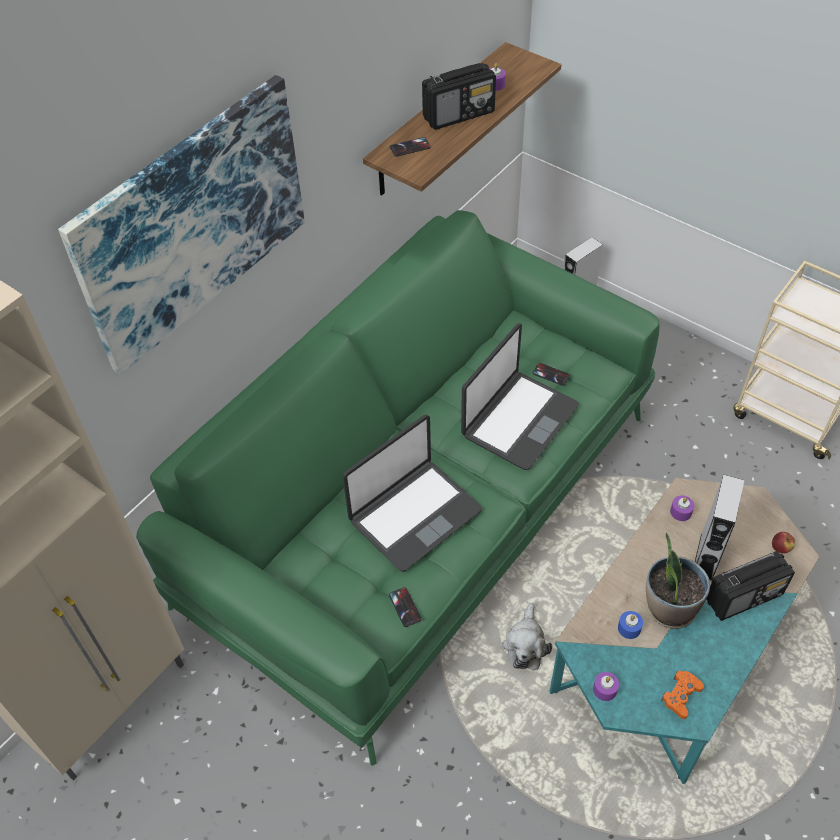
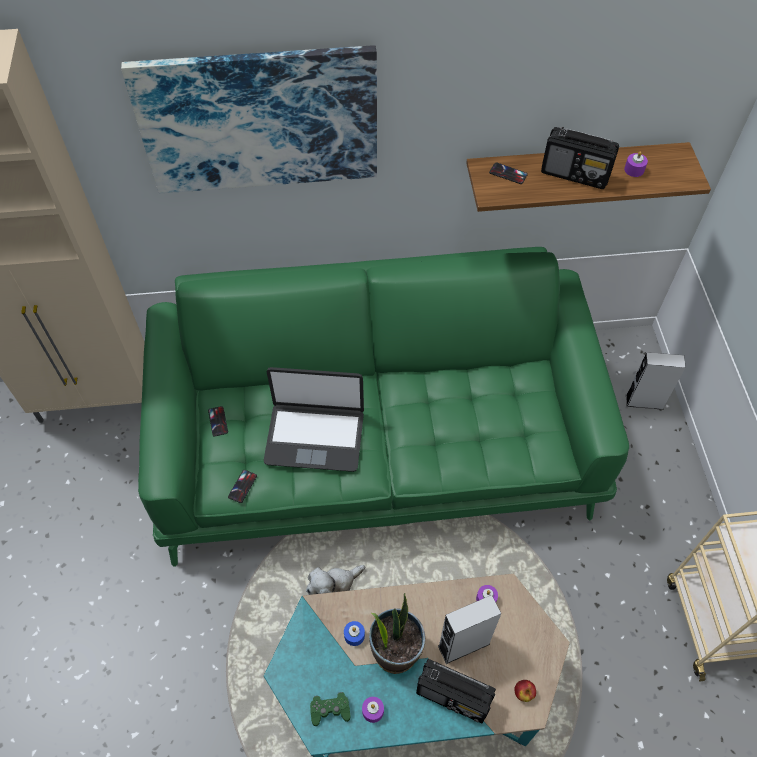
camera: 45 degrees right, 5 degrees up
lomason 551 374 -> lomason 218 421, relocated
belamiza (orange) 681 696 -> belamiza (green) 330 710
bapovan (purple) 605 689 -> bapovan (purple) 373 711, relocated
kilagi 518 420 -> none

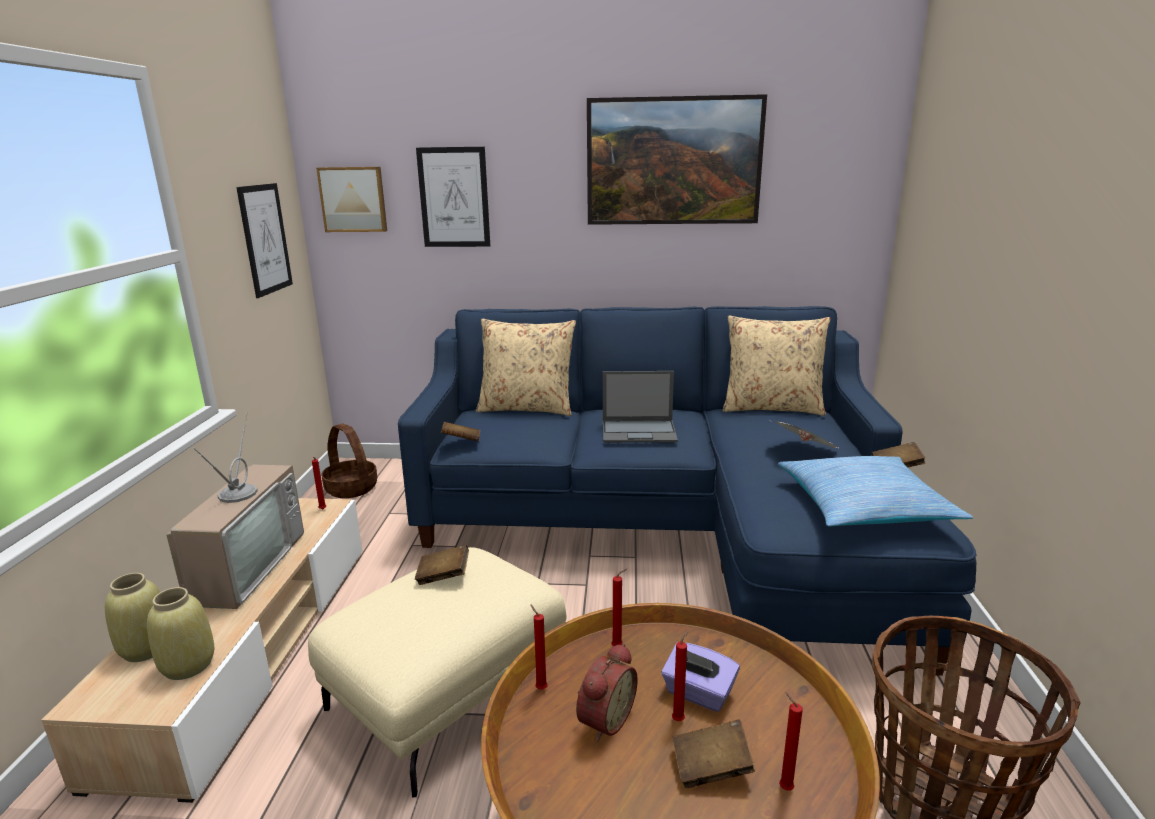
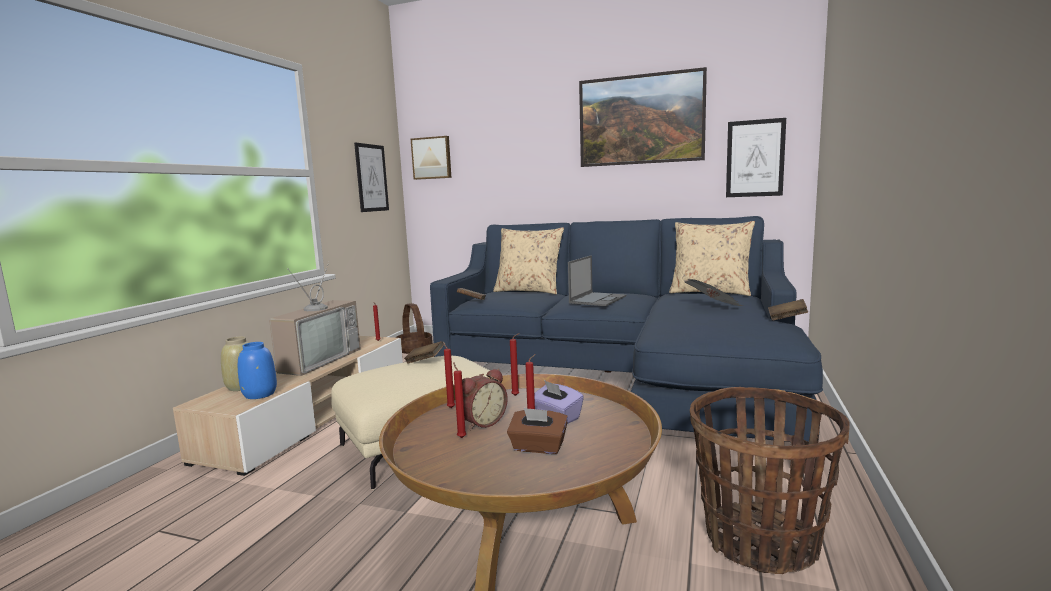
camera: 15 degrees right, 10 degrees down
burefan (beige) 189 665 -> burefan (blue) 260 394
bapovan (red) 783 787 -> bapovan (red) 461 437, relocated
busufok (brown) 711 768 -> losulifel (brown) 538 447
kilagi 639 431 -> kilagi 598 299, 75 degrees counterclockwise
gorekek 454 197 -> gorekek 755 158, relocated
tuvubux 864 506 -> none

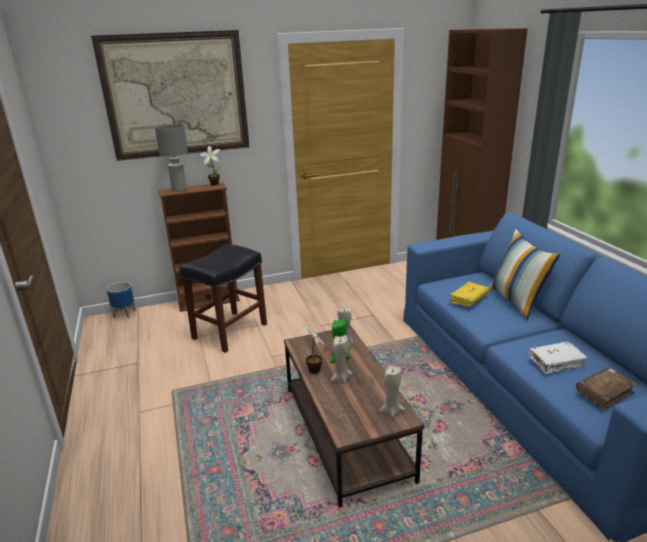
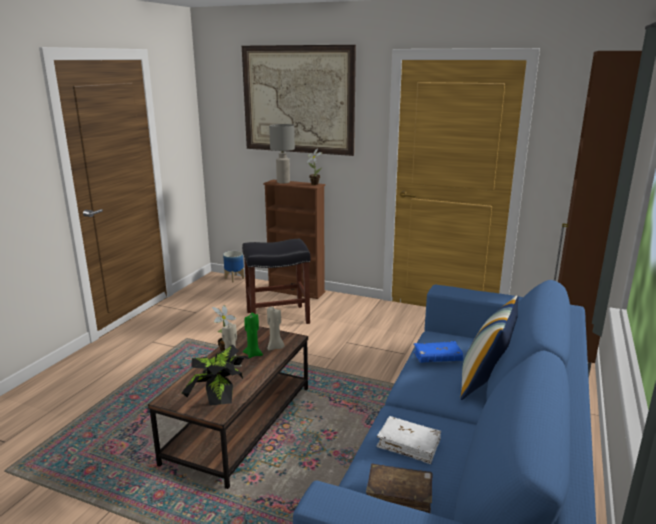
camera: 40 degrees right, 5 degrees down
bapovan (beige) 391 411 -> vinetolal 220 404
busufok (yellow) 468 299 -> busufok (blue) 437 358

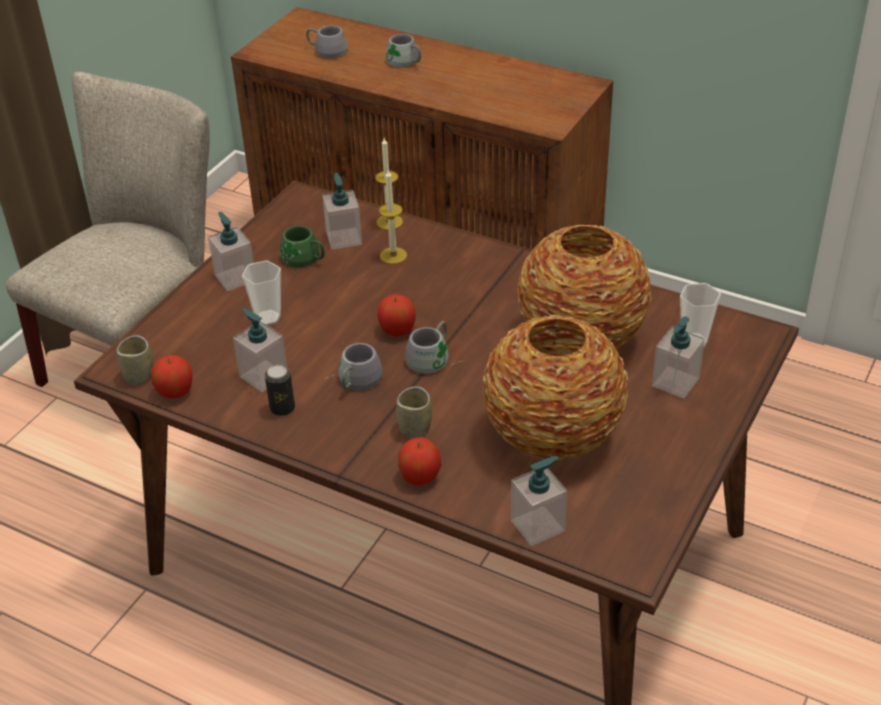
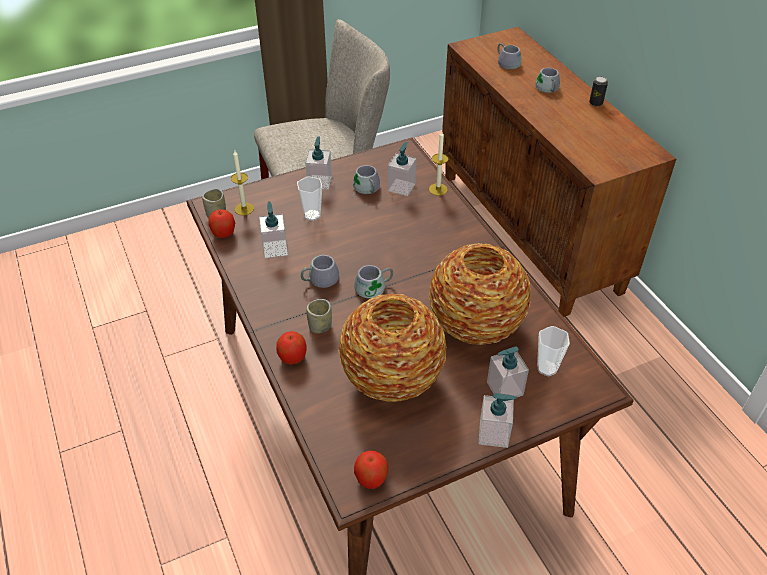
camera: 35 degrees right, 5 degrees up
bapovan 393 255 -> bapovan 244 209, relocated
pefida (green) 302 260 -> pefida (grey) 365 189
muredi 397 330 -> muredi 371 479, relocated
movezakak 538 525 -> movezakak 494 434, relocated
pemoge 282 408 -> pemoge 596 103, relocated

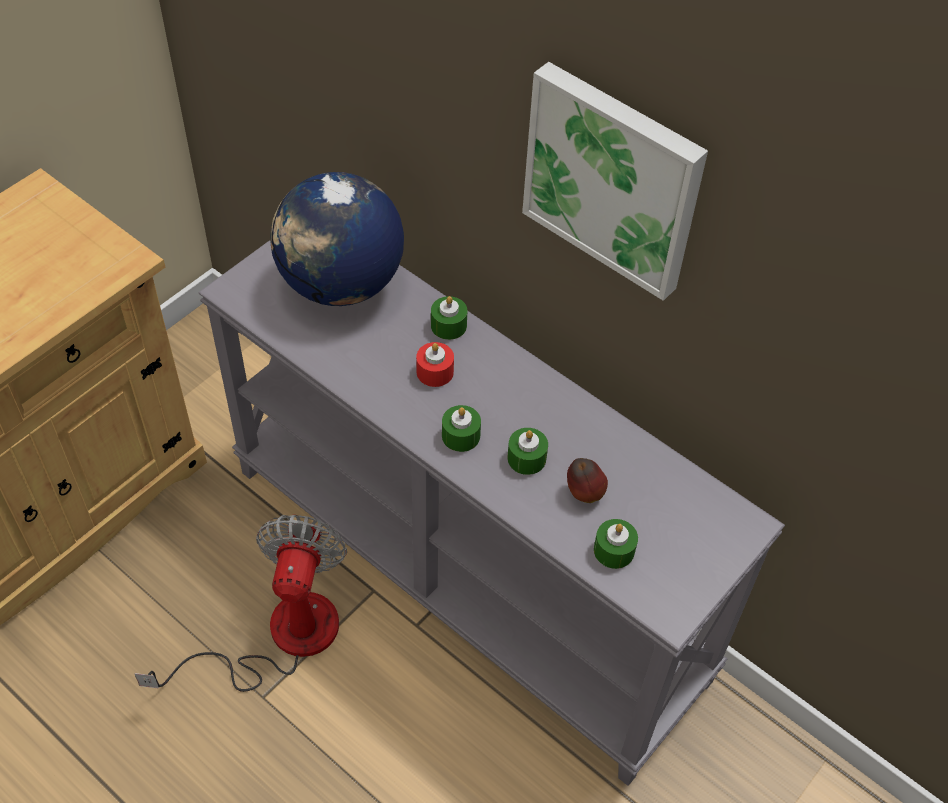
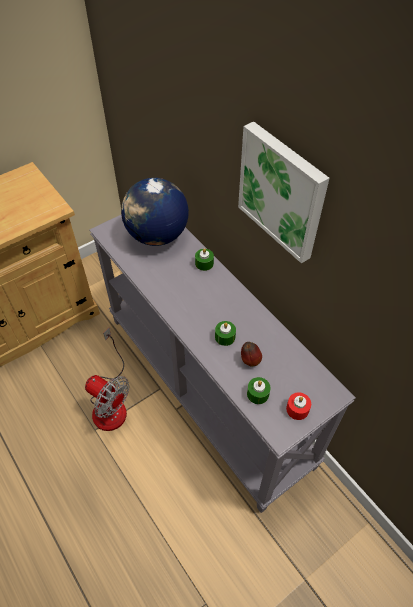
camera: 15 degrees right, 0 degrees up
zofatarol 280 637 -> zofatarol 110 402, 105 degrees clockwise
bapovan (red) 435 372 -> bapovan (red) 297 409, relocated
bapovan (green) 461 435 -> none

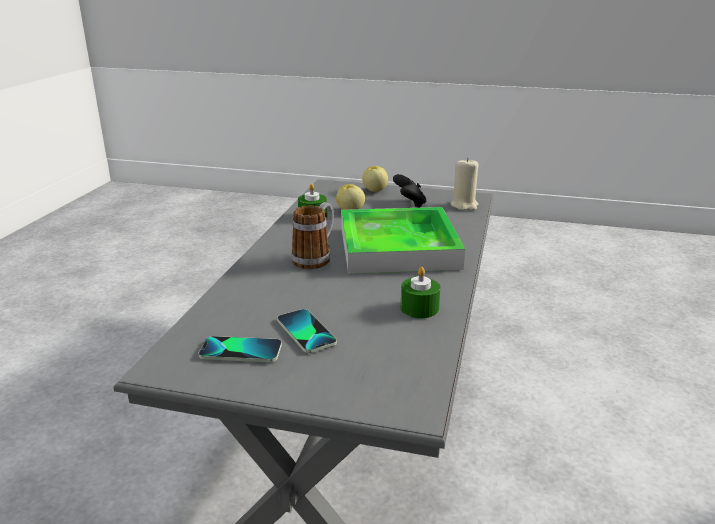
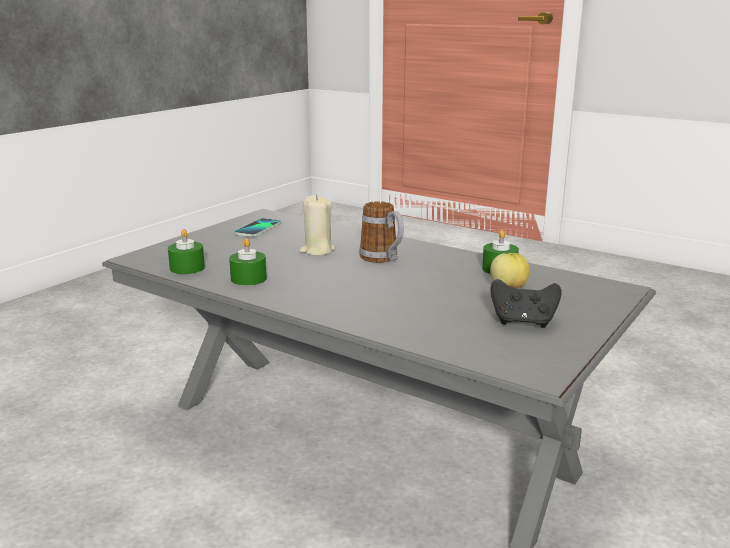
camera: 110 degrees right, 5 degrees down
none -> bapovan (green) 187 268
bapovan (beige) 464 205 -> bapovan (beige) 317 251, relocated
lomason 305 332 -> none
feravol 398 247 -> none
muredi 375 190 -> none

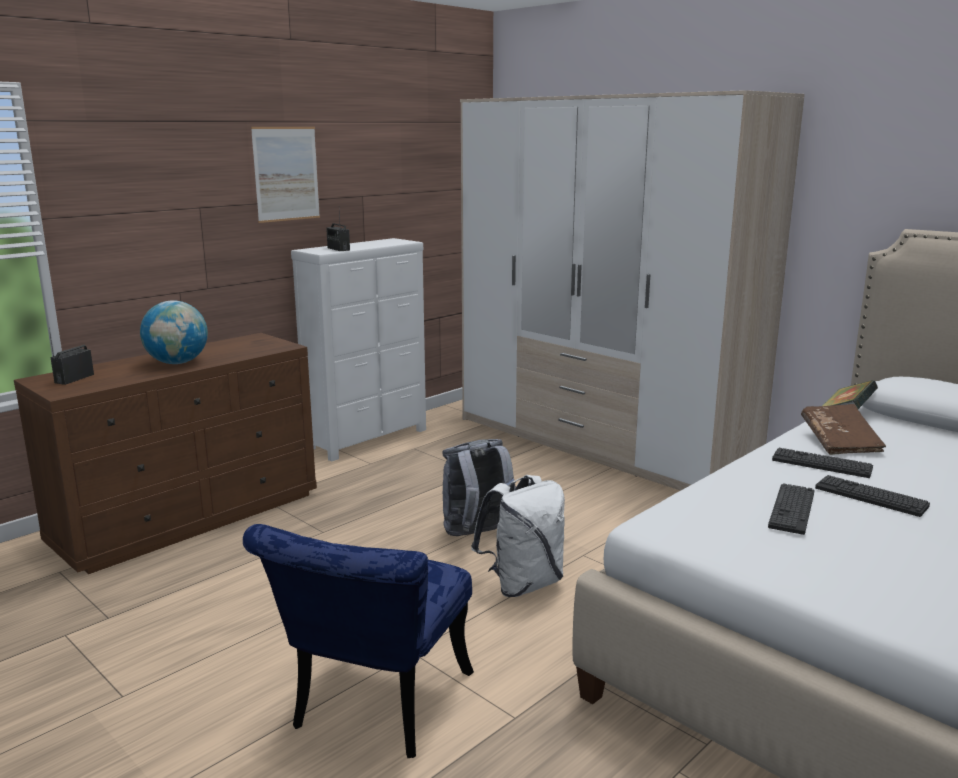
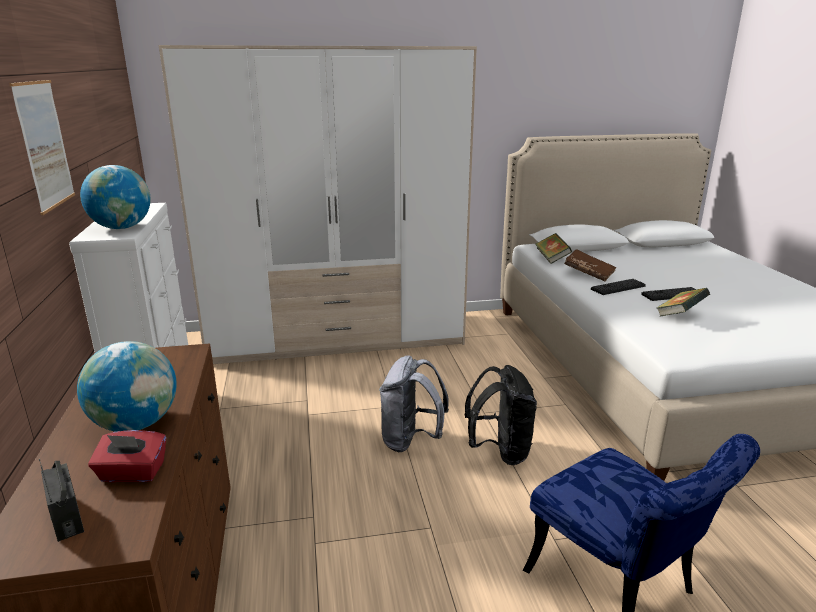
camera: 55 degrees left, 5 degrees up
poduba 338 249 -> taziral 122 228
none -> losulifel (red) 132 473
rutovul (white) 523 584 -> rutovul (black) 500 451
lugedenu 792 509 -> busufok 680 315

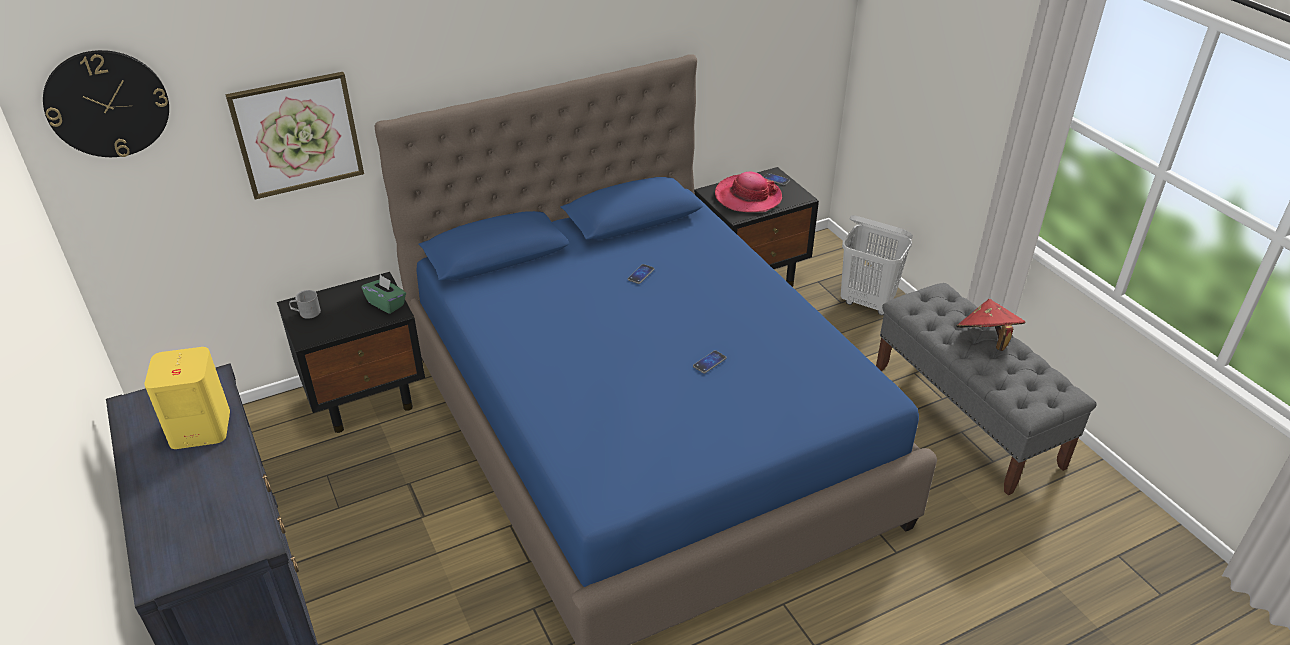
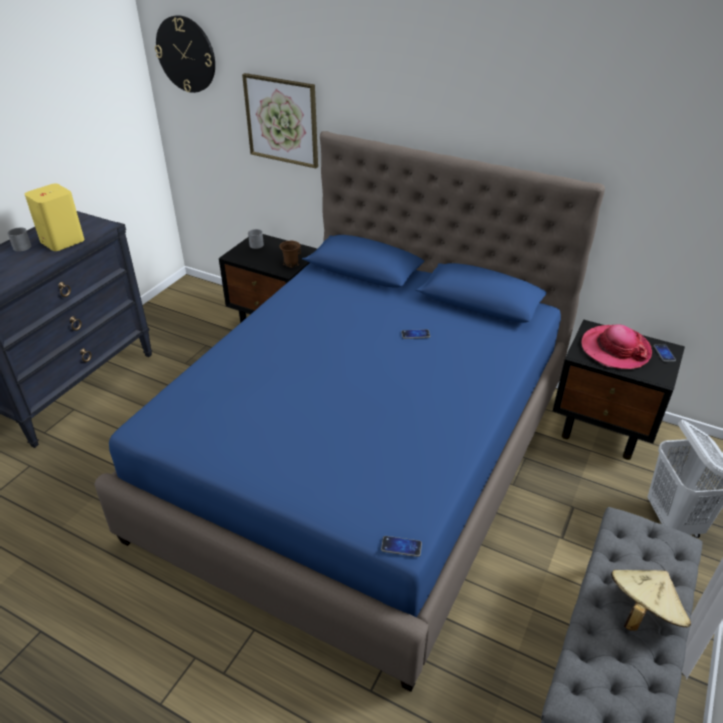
camera: 55 degrees right, 0 degrees up
none -> pefida (grey) 22 246
losulifel (green) 386 304 -> pefida (brown) 291 263
lomason 709 362 -> lomason 401 547, relocated
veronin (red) 986 340 -> veronin (beige) 642 612

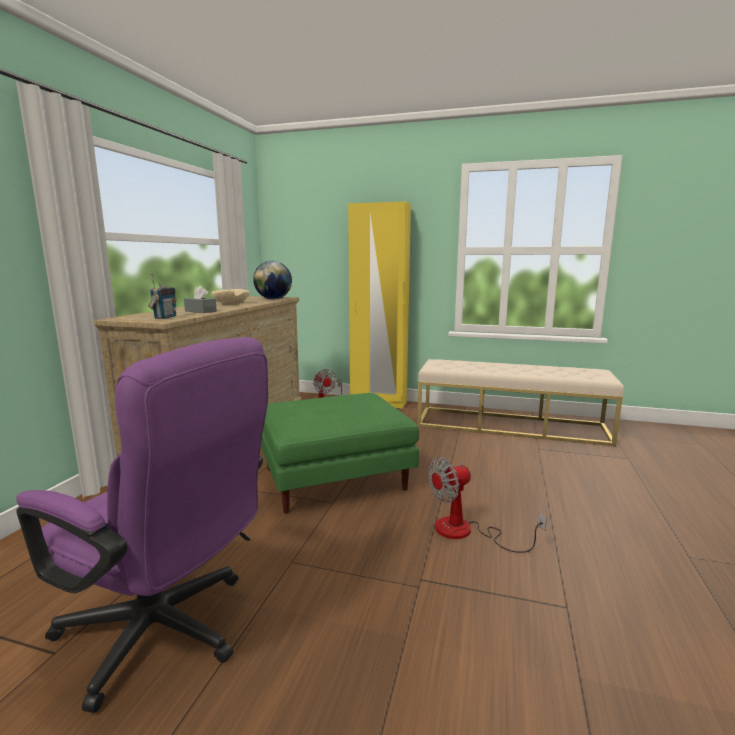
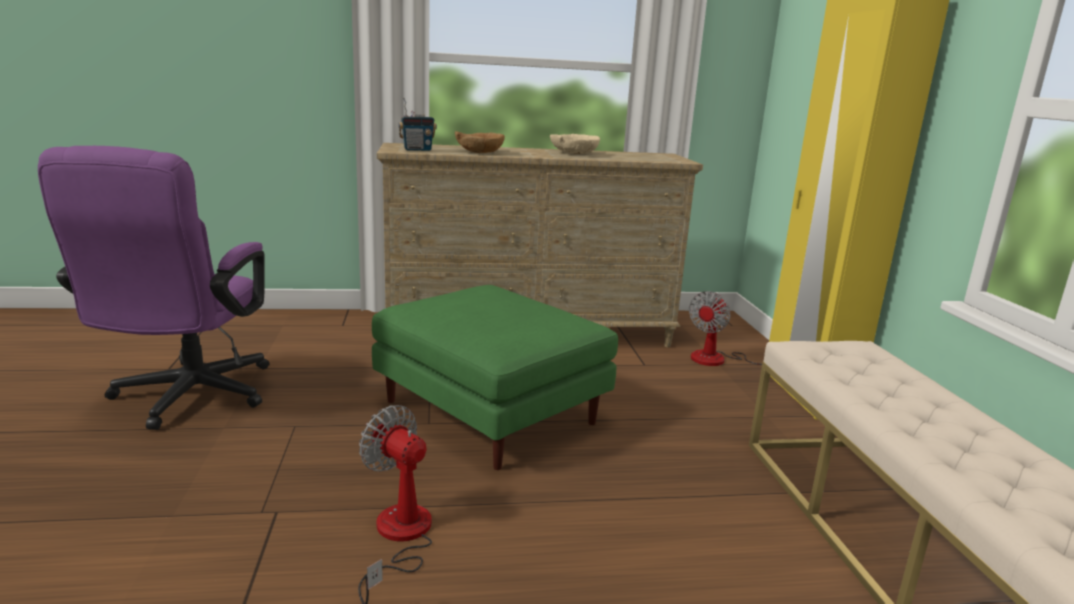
camera: 65 degrees right, 5 degrees up
losulifel (grey) 200 311 -> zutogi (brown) 479 152
taziral 273 299 -> none

